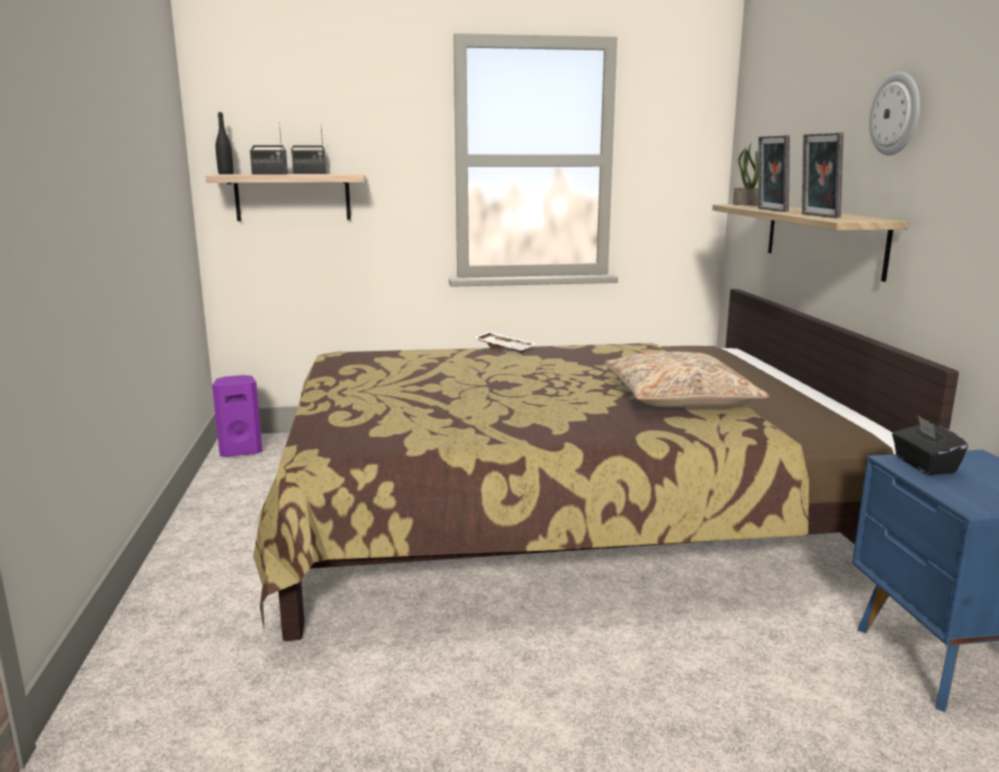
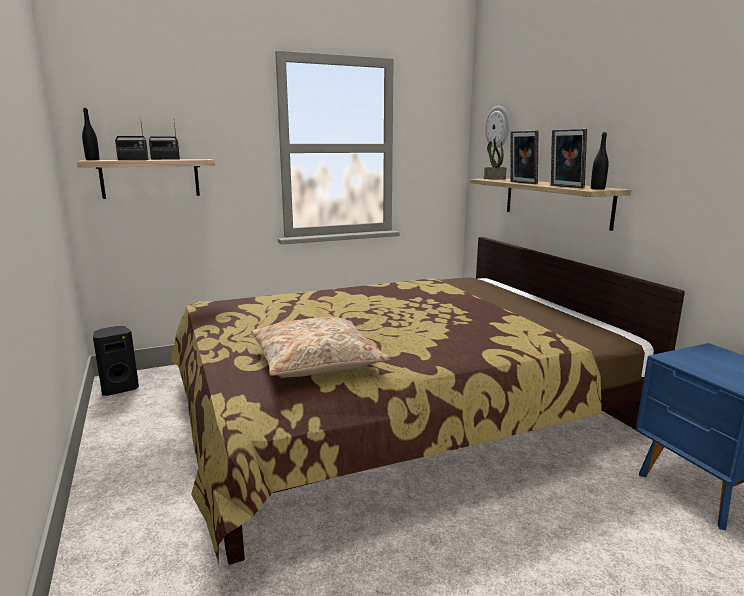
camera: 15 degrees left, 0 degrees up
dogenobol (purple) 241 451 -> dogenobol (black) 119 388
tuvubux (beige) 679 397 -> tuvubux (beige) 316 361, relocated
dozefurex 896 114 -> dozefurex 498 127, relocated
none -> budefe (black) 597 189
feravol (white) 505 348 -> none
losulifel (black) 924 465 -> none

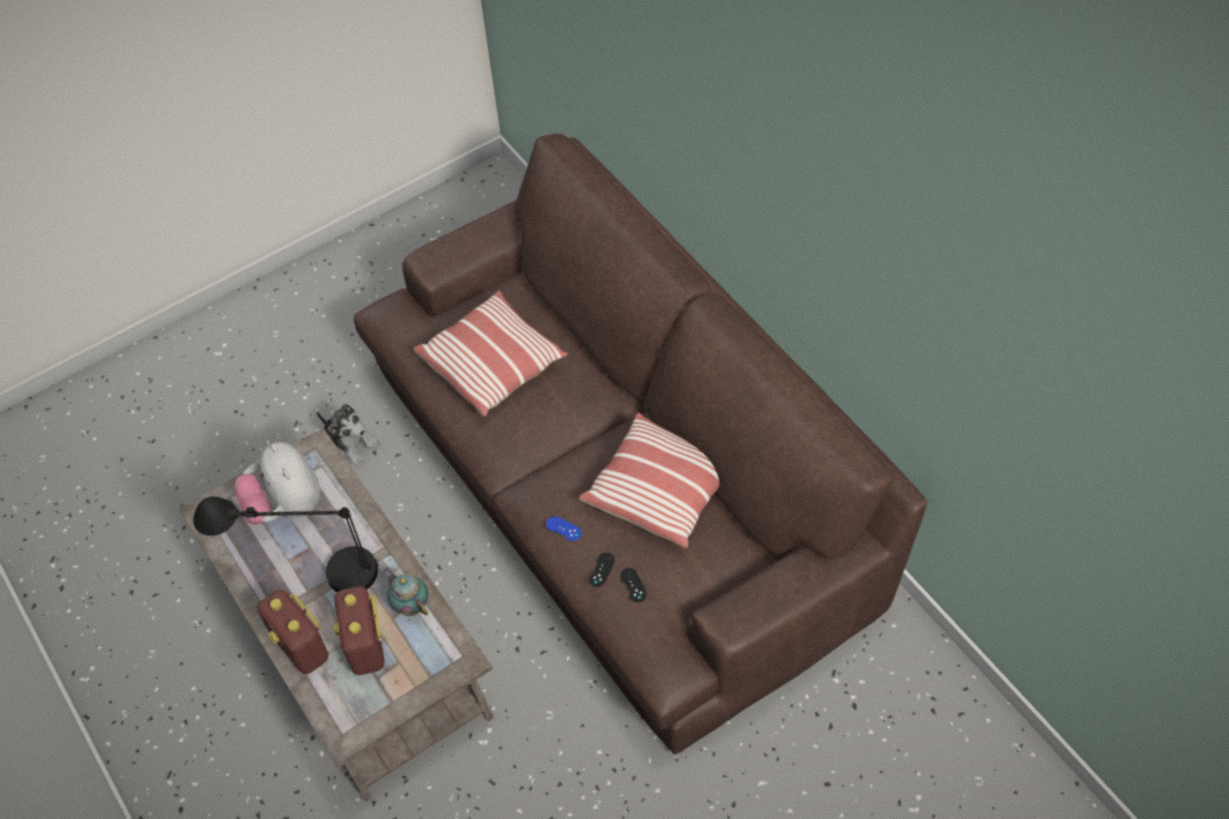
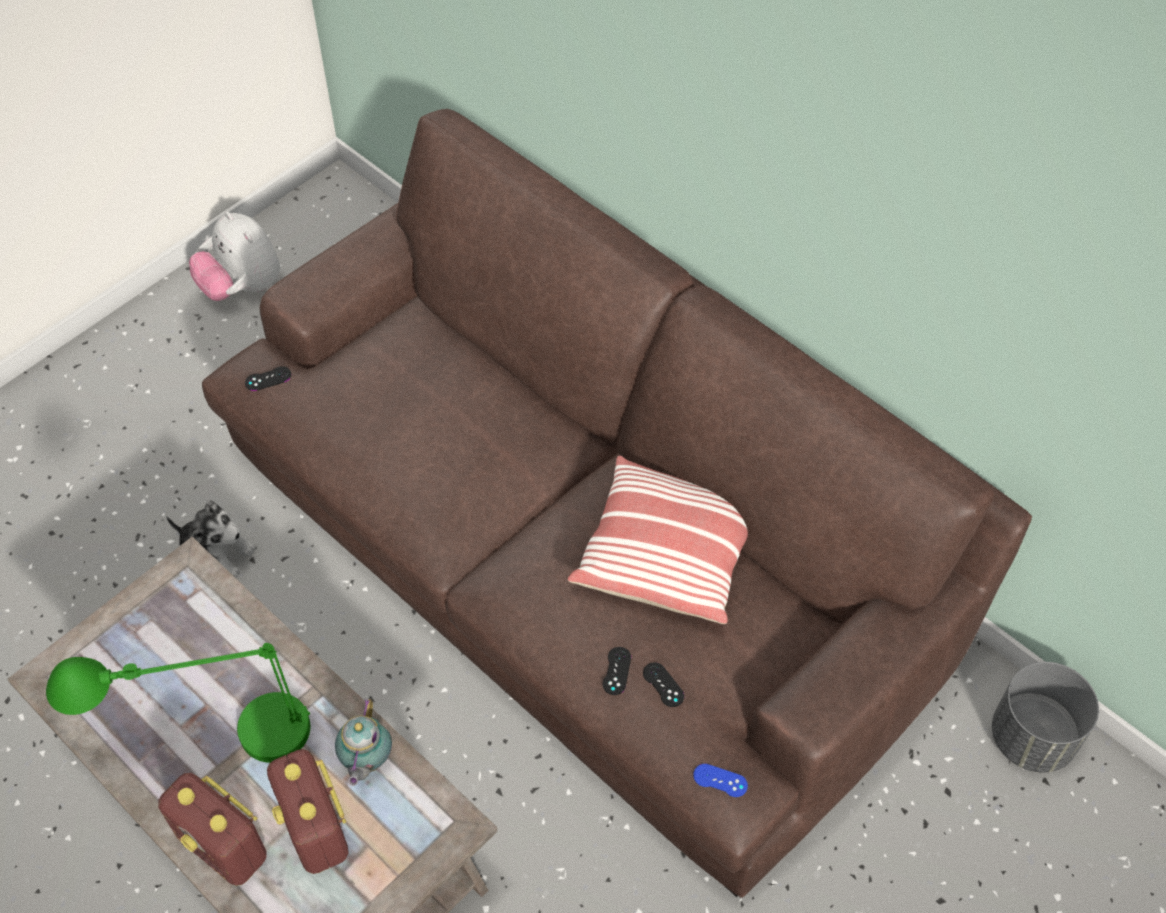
camera: 15 degrees left, 0 degrees up
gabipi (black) 307 573 -> gabipi (green) 210 741
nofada 286 506 -> nofada 242 287, relocated
none -> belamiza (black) 268 379
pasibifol 410 604 -> pasibifol 366 761, 120 degrees counterclockwise
belamiza (blue) 563 528 -> belamiza (blue) 720 780, relocated
none -> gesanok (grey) 1032 737
tuvubux 493 364 -> none

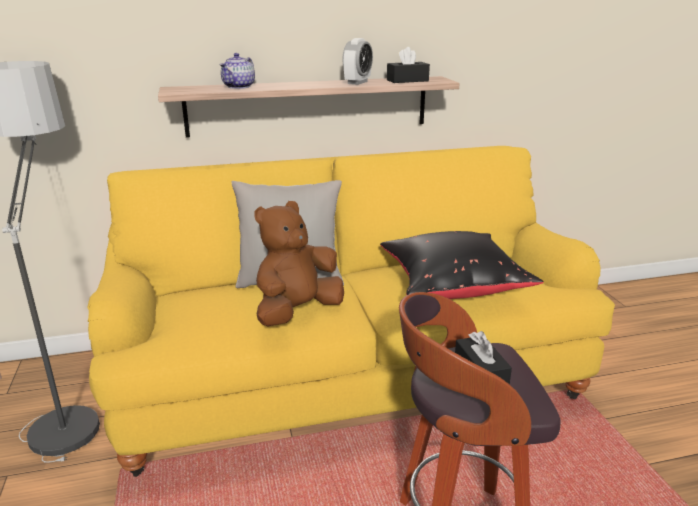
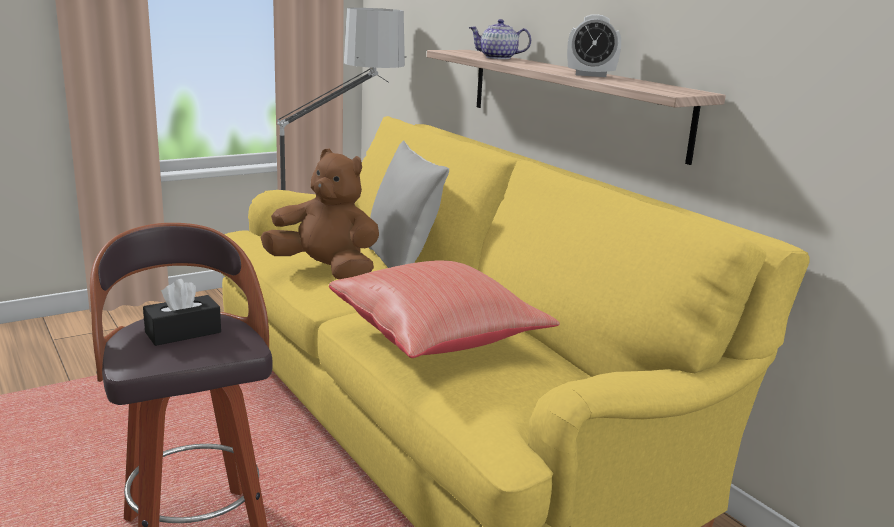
camera: 70 degrees right, 5 degrees down
tuvubux (black) 452 285 -> tuvubux (red) 438 338
losulifel (black) 407 80 -> none

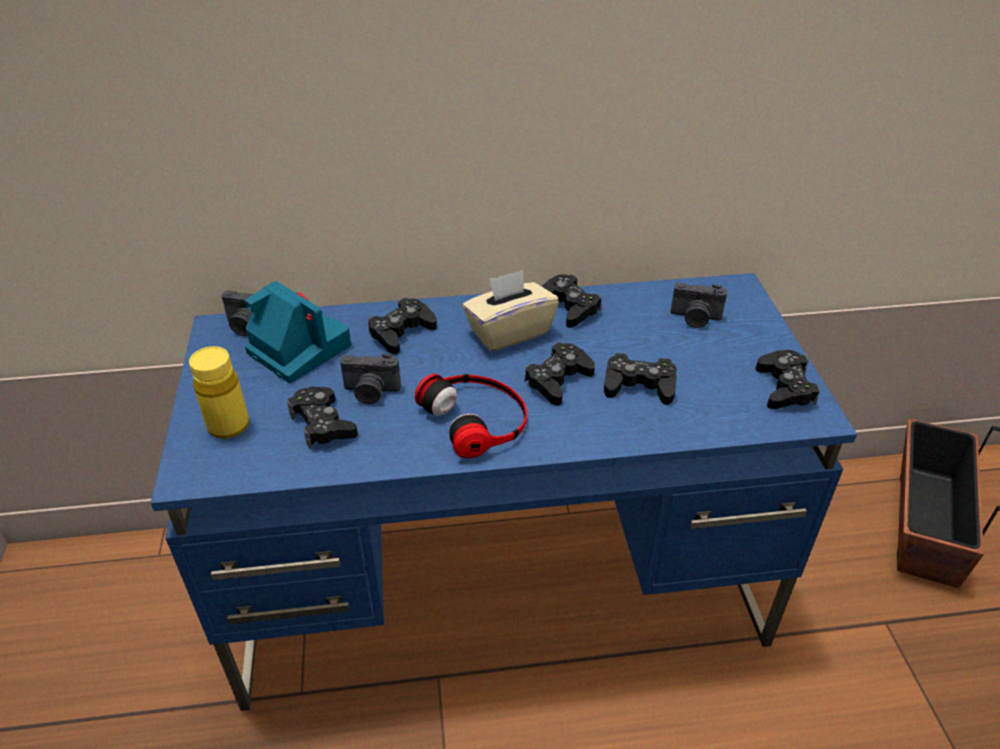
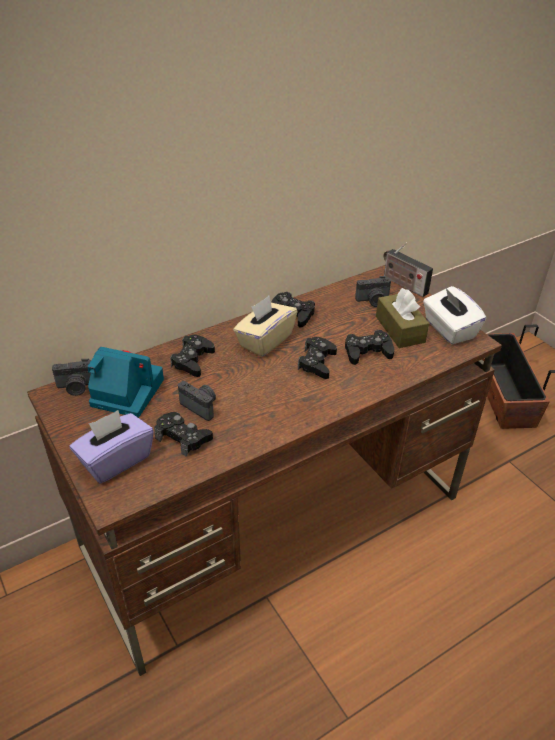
camera: 25 degrees left, 0 degrees up
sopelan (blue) 502 583 -> sopelan (brown) 275 521
budefe (yellow) 228 426 -> losulifel (purple) 115 460
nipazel 371 392 -> nipazel 201 406, 120 degrees counterclockwise
none -> losulifel (brown) 400 329
none -> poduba 403 284
belamiza (black) 784 387 -> losulifel (white) 449 329
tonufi 477 418 -> none

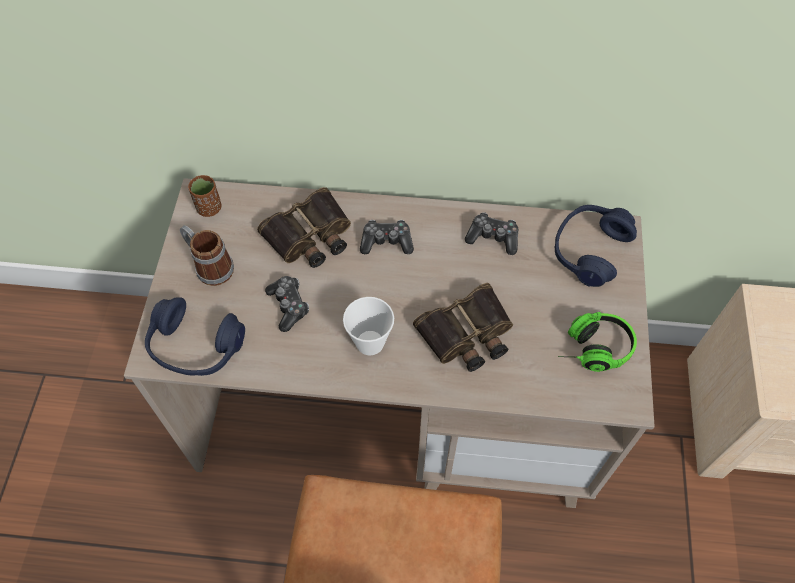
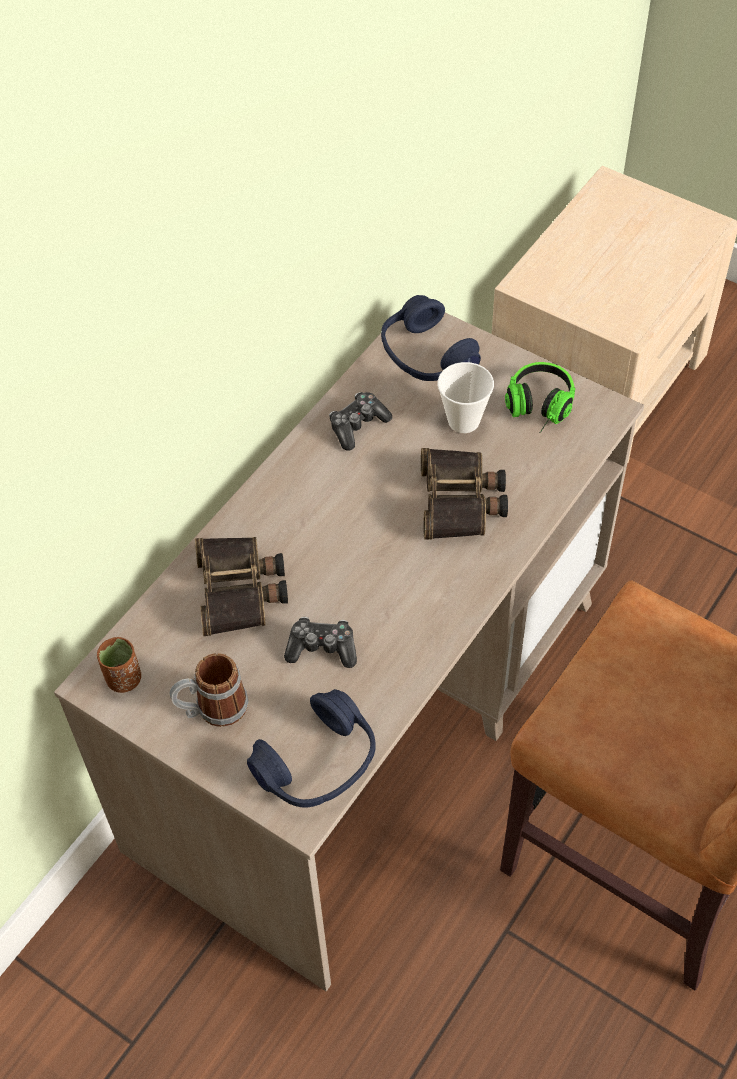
camera: 60 degrees left, 5 degrees down
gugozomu 370 342 -> gugozomu 463 421, relocated
belamiza 386 242 -> none

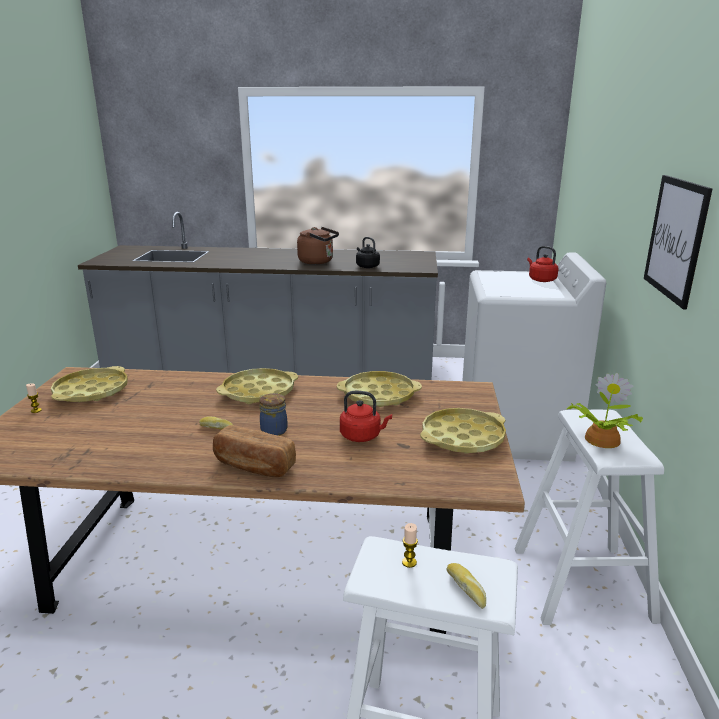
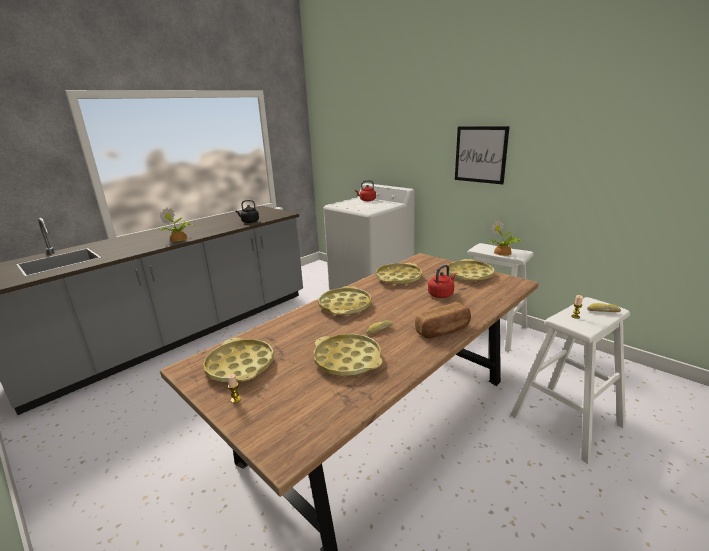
camera: 50 degrees left, 0 degrees up
none -> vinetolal 178 239
none -> feravol (yellow) 347 360
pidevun 274 430 -> none
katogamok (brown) 318 262 -> none

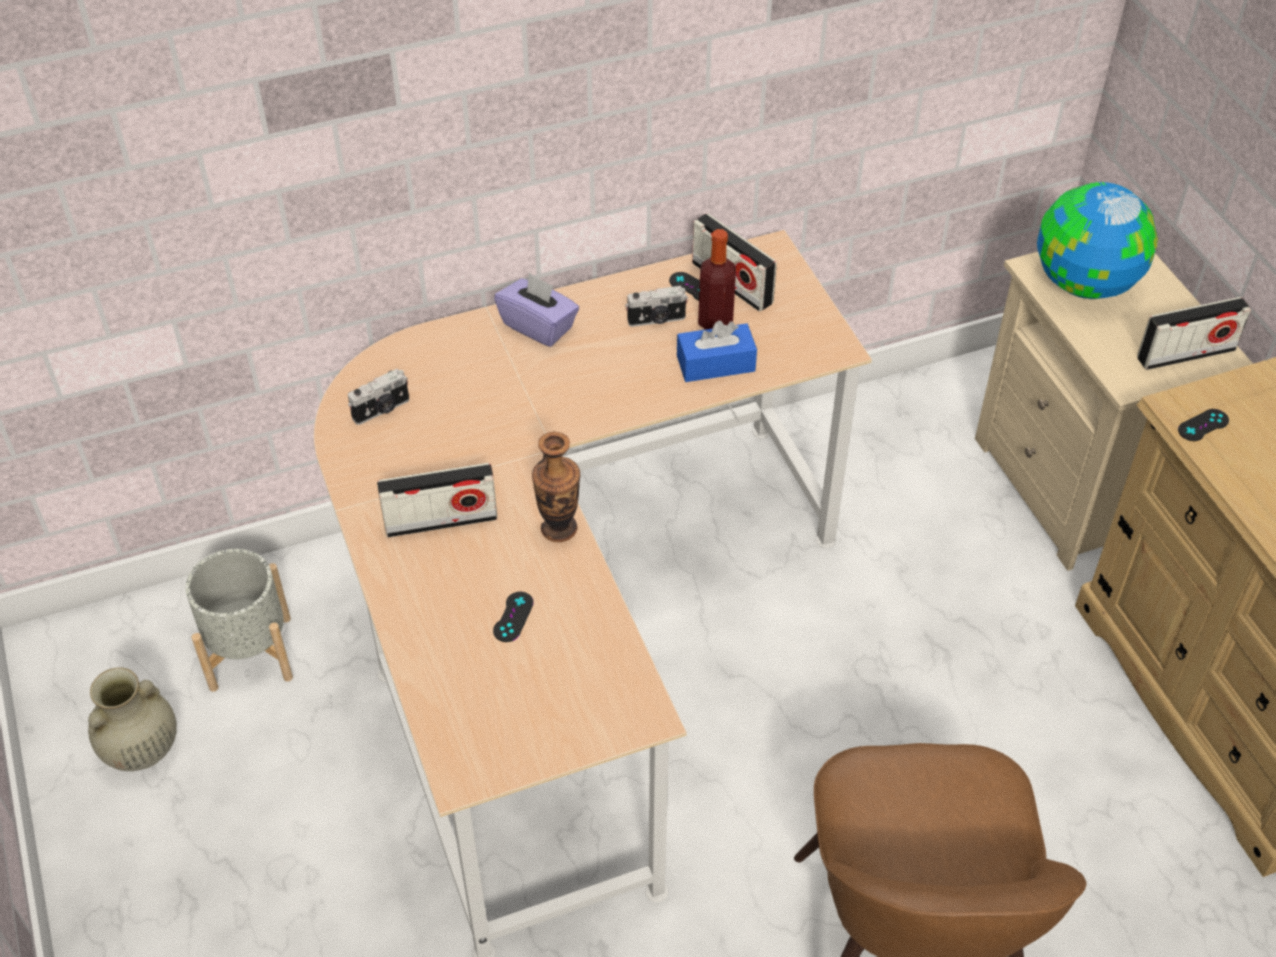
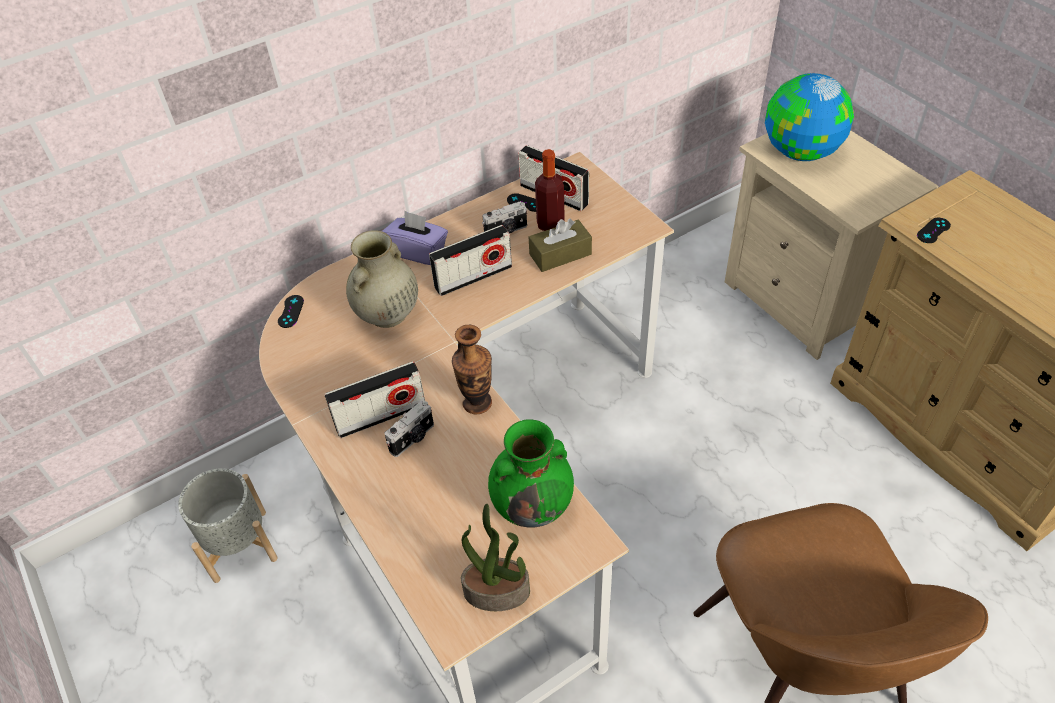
camera: 10 degrees left, 0 degrees up
belamiza (black) 513 617 -> belamiza (black) 291 311, relocated
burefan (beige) 141 751 -> burefan (beige) 387 315, relocated
nipazel 382 410 -> nipazel 413 439, relocated
poduba 1186 354 -> poduba 473 277, relocated
none -> vinetolal 497 591
none -> burefan (green) 533 505
losulifel (blue) 715 364 -> losulifel (brown) 560 254

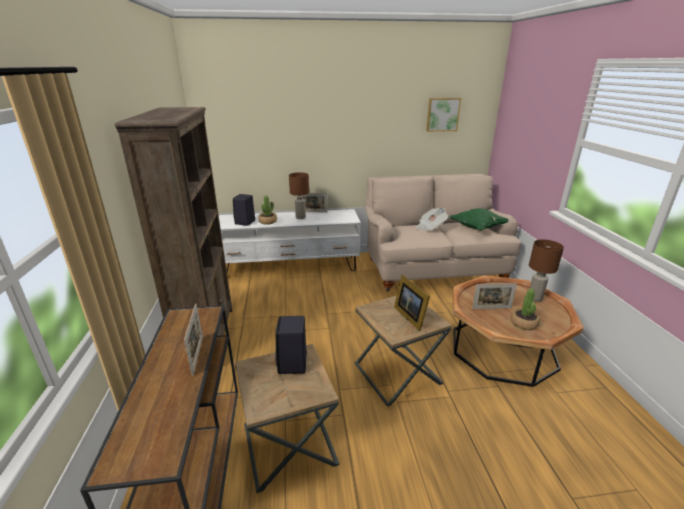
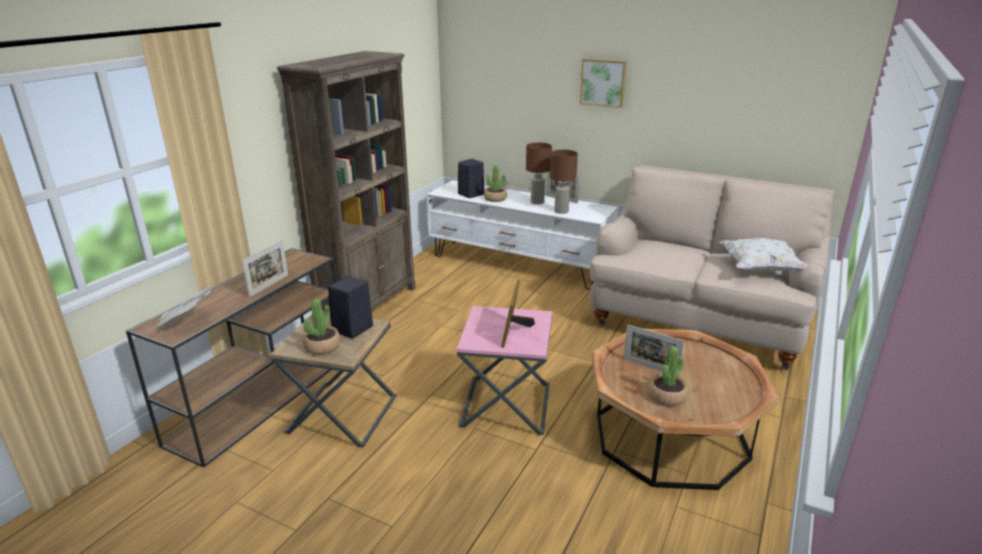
camera: 35 degrees right, 0 degrees up
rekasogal 430 227 -> rekasogal 186 320, relocated
none -> vinetolal 322 346
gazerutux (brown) 397 373 -> gazerutux (pink) 506 405
gabipi (brown) 535 298 -> gabipi (brown) 561 211, relocated
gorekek 442 114 -> gorekek 603 82, relocated
tuvubux (green) 477 228 -> tuvubux (white) 760 269

